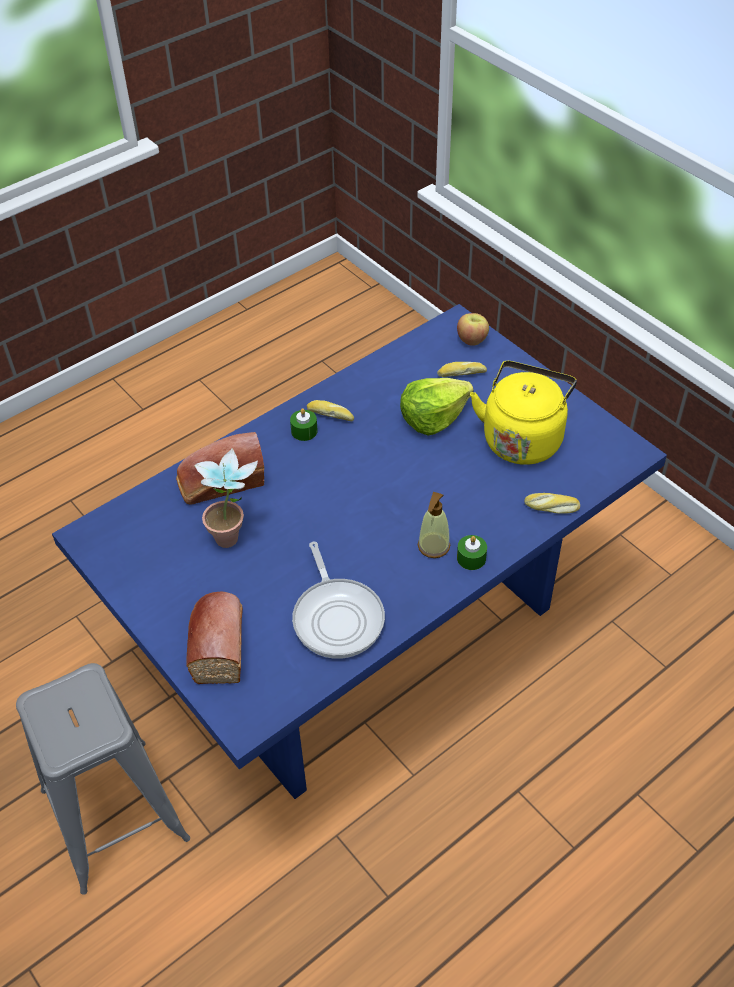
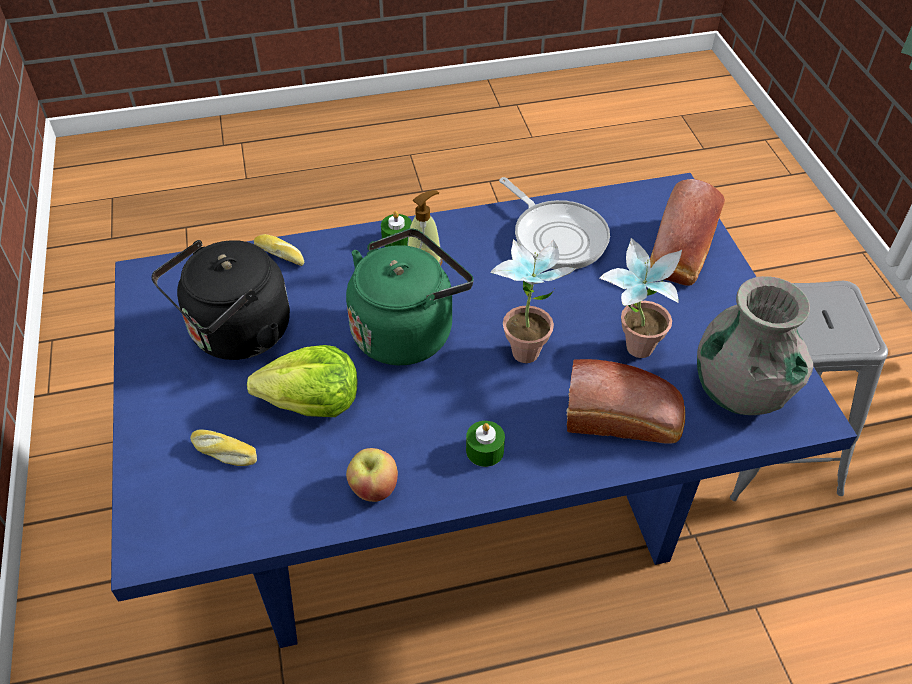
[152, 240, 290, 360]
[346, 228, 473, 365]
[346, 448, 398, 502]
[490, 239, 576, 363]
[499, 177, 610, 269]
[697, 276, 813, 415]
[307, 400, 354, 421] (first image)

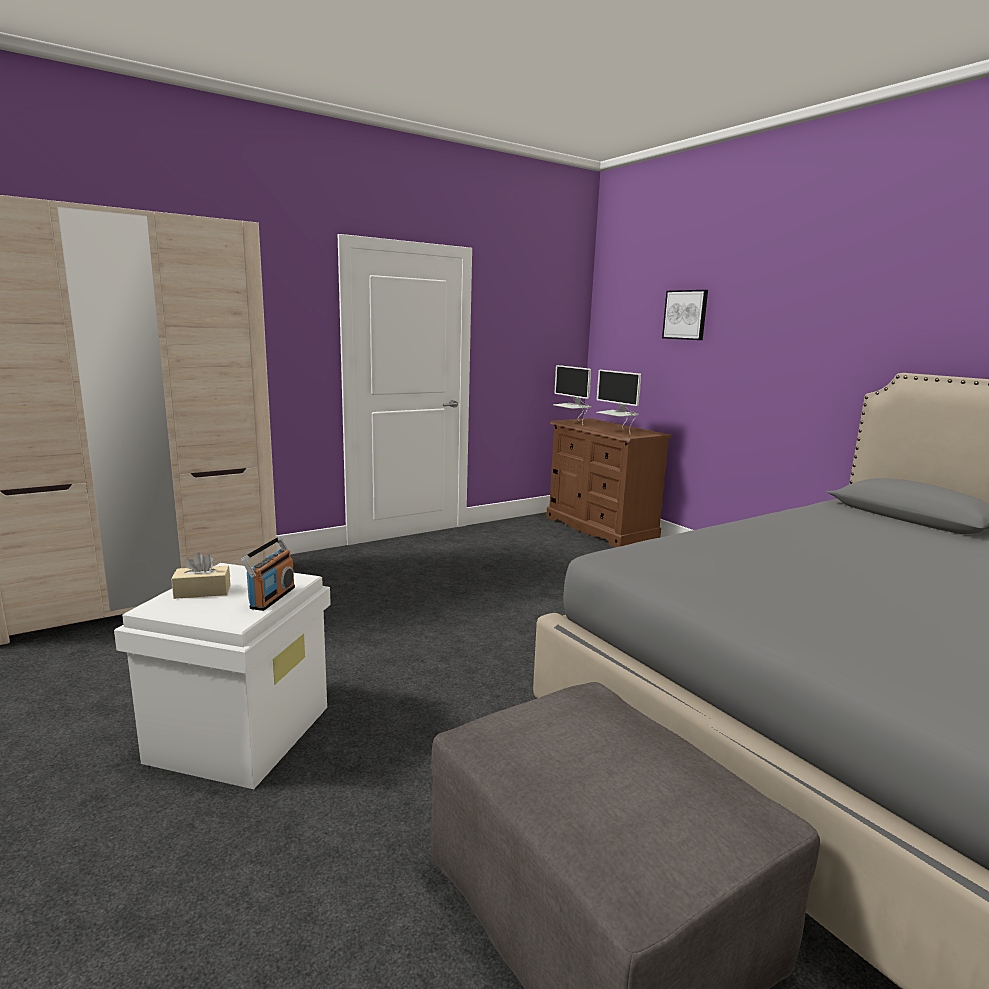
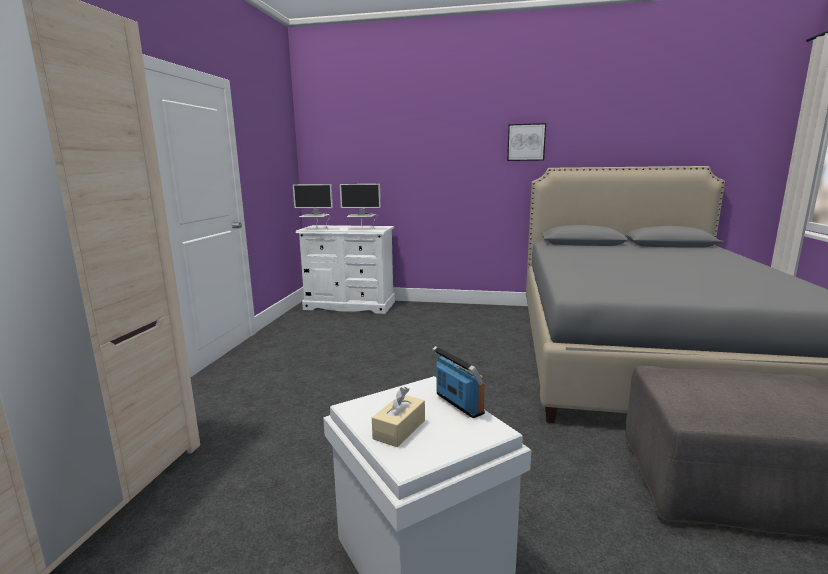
[296, 225, 395, 314]
[507, 123, 546, 161]

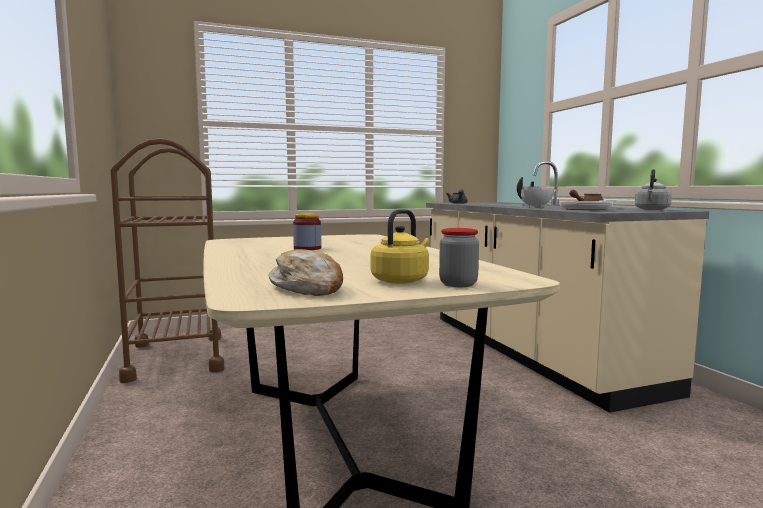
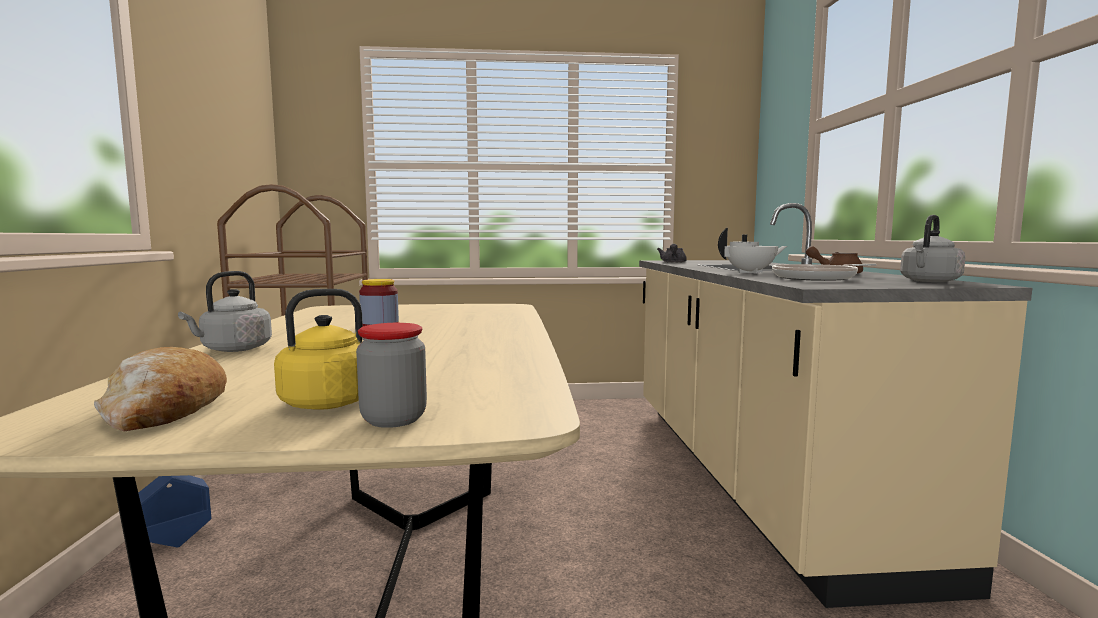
[139, 475, 211, 548]
[178, 271, 272, 352]

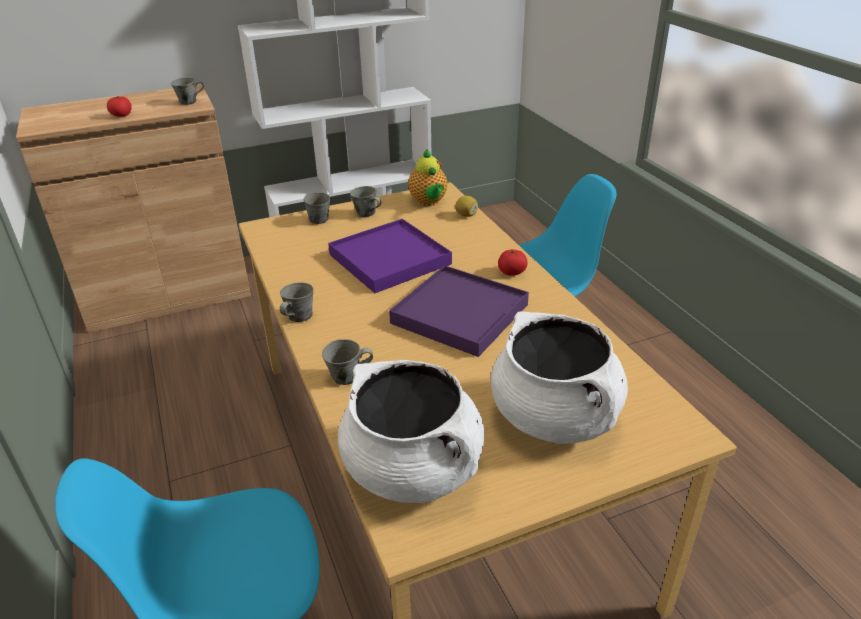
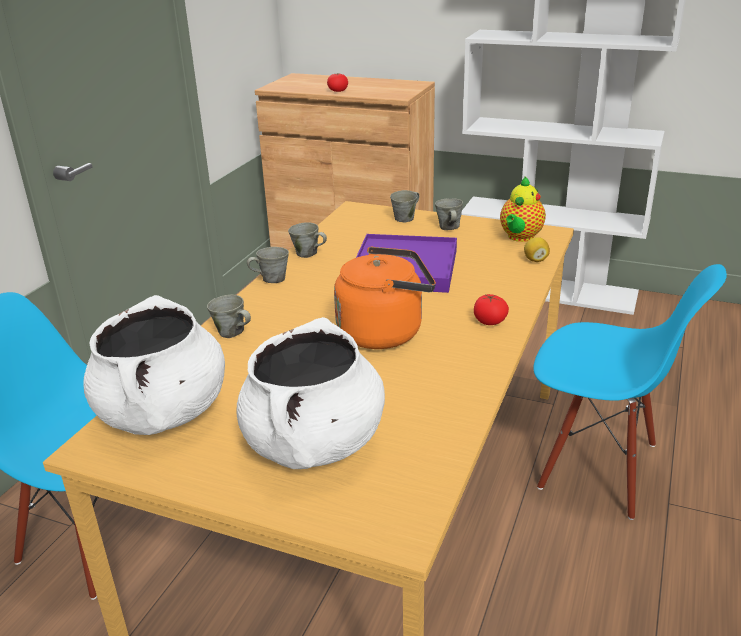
[288, 222, 327, 258]
[334, 246, 436, 349]

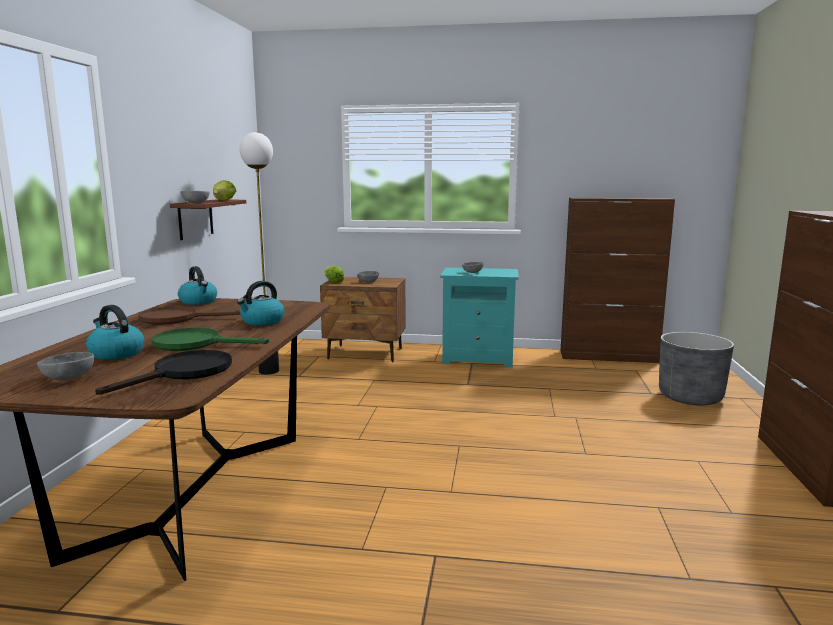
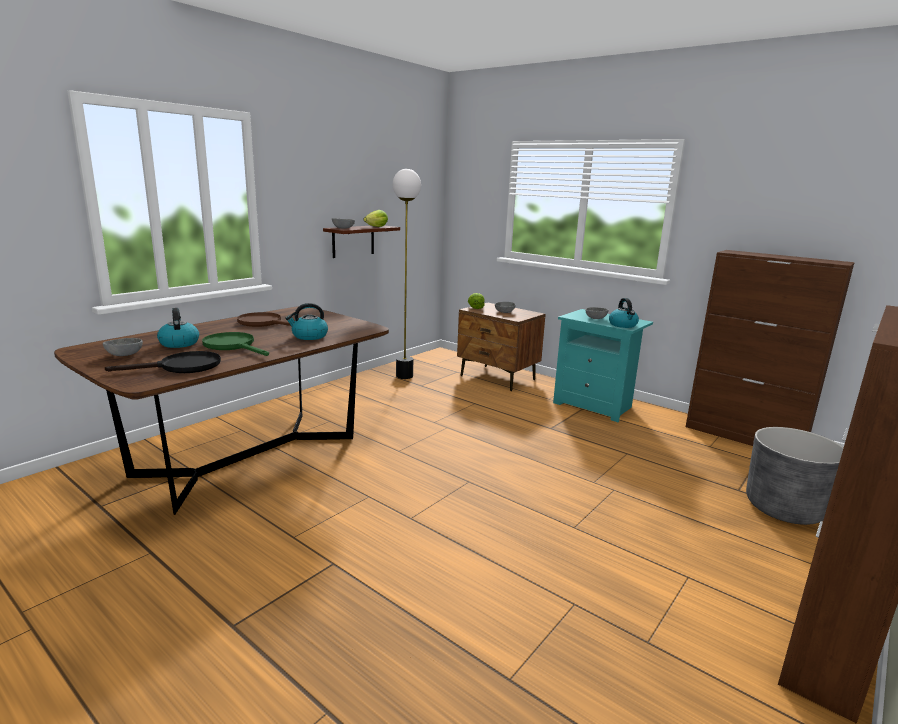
[609, 298, 639, 328]

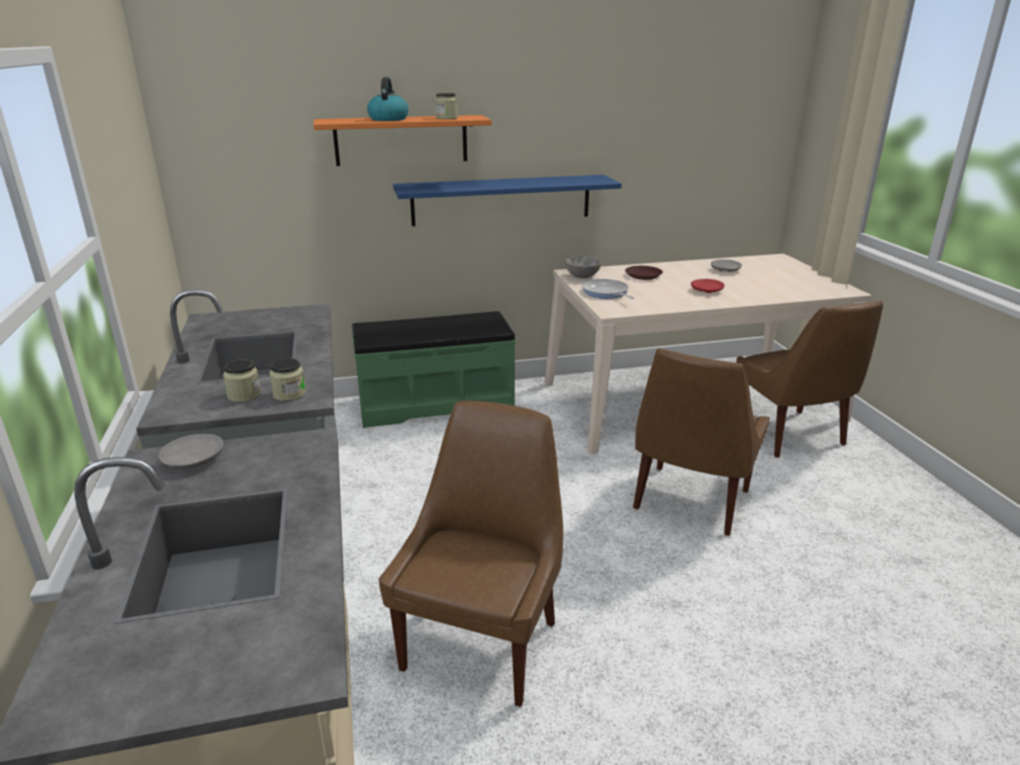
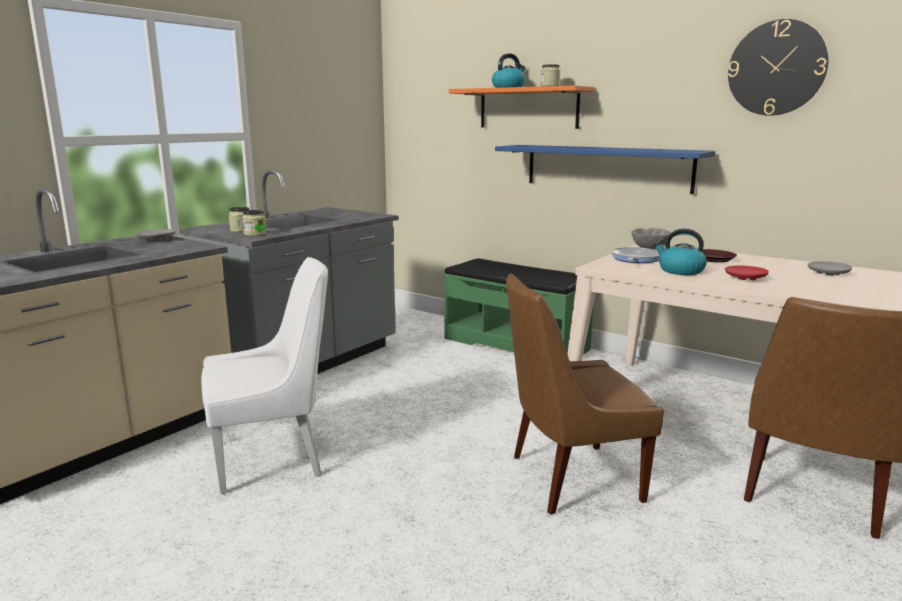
[201, 257, 328, 494]
[654, 229, 707, 275]
[728, 19, 829, 116]

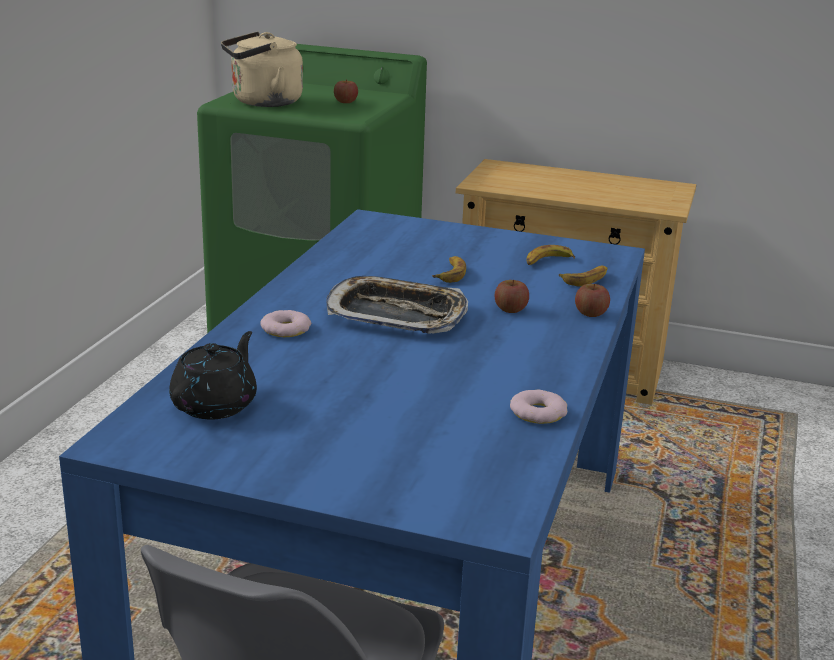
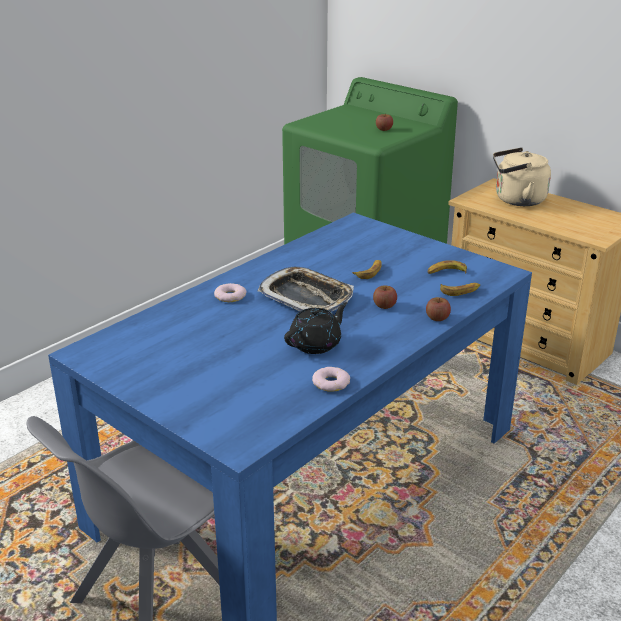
[284, 302, 348, 354]
[493, 147, 551, 206]

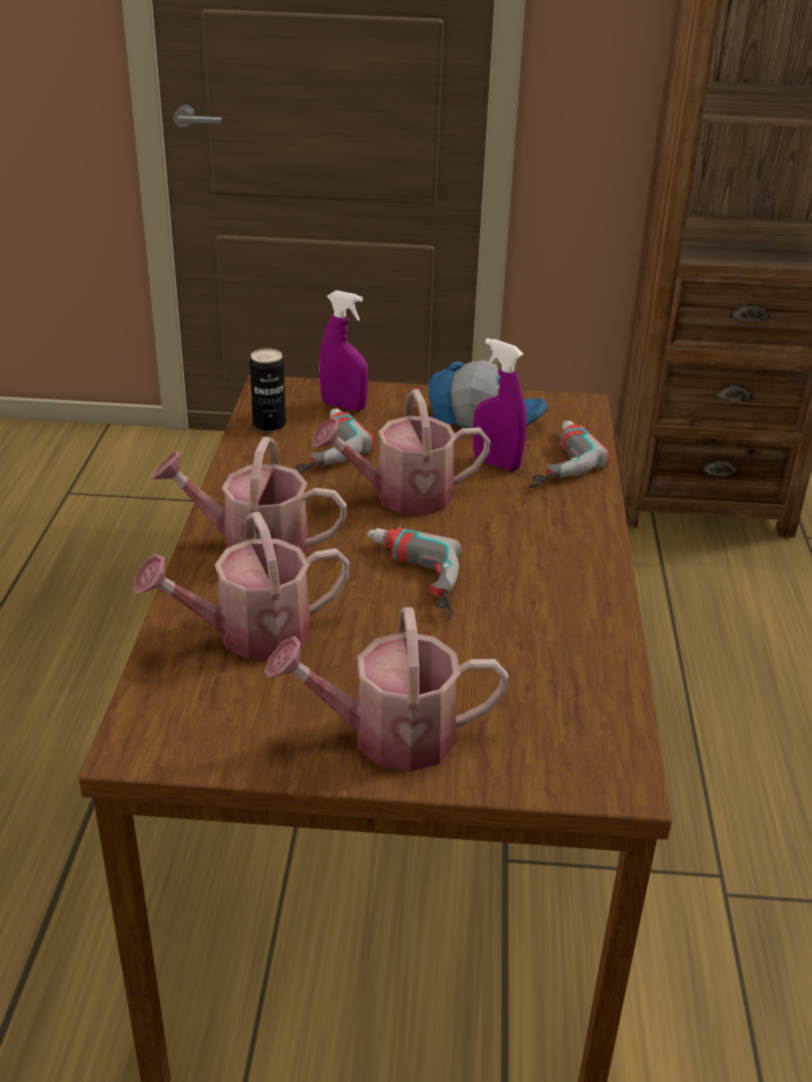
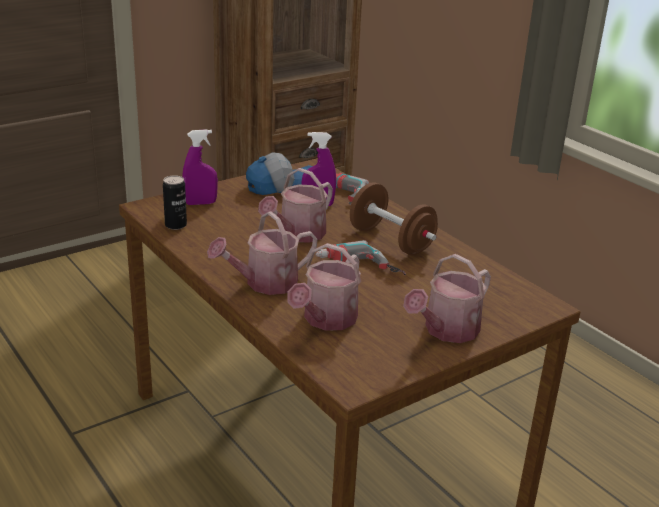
[350, 182, 438, 256]
[295, 408, 374, 474] (first image)

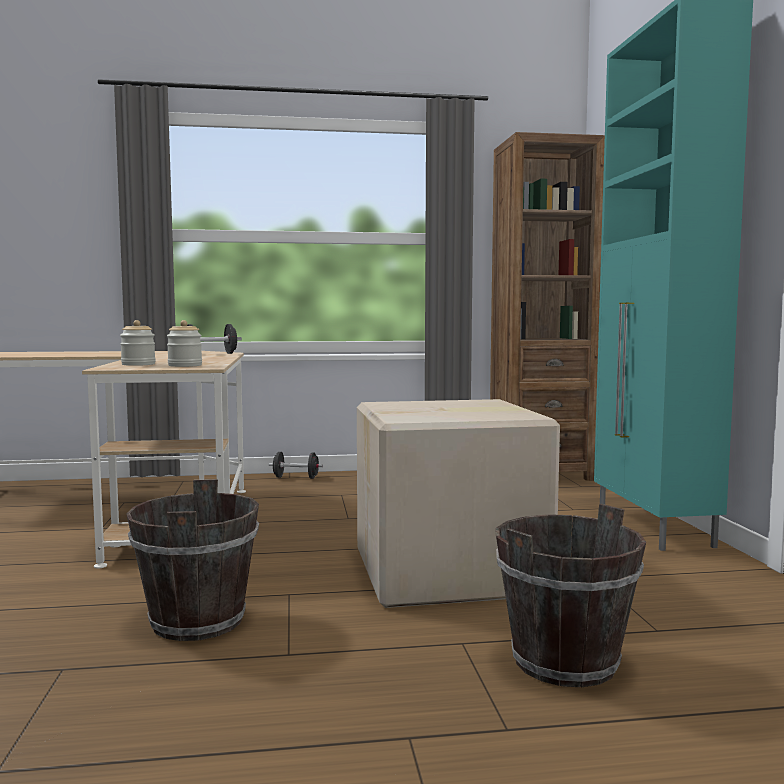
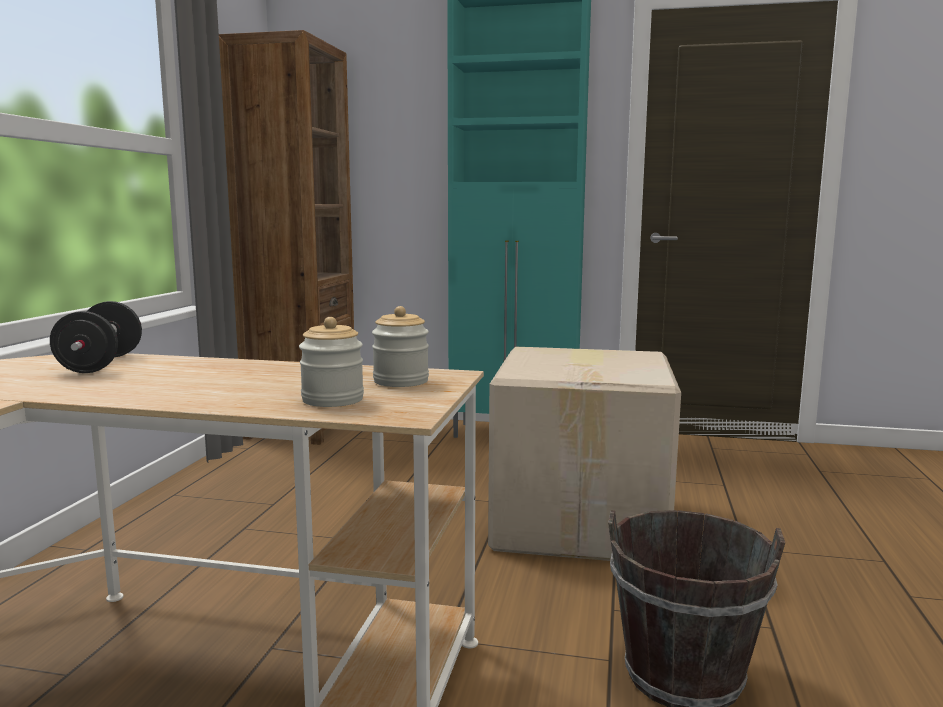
[269, 452, 323, 479] (first image)
[495, 504, 646, 687] (first image)

